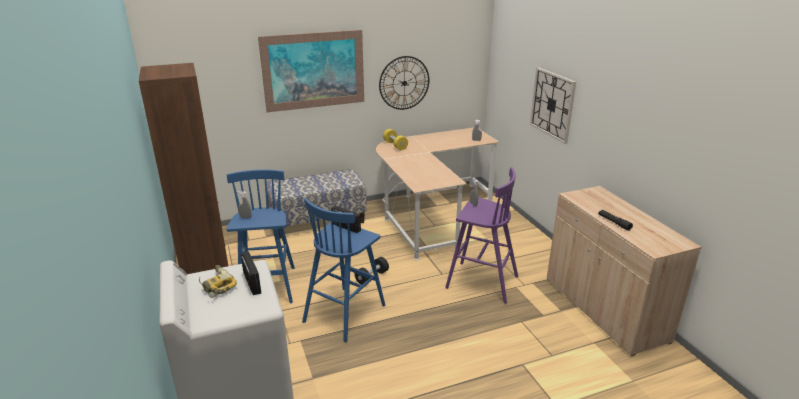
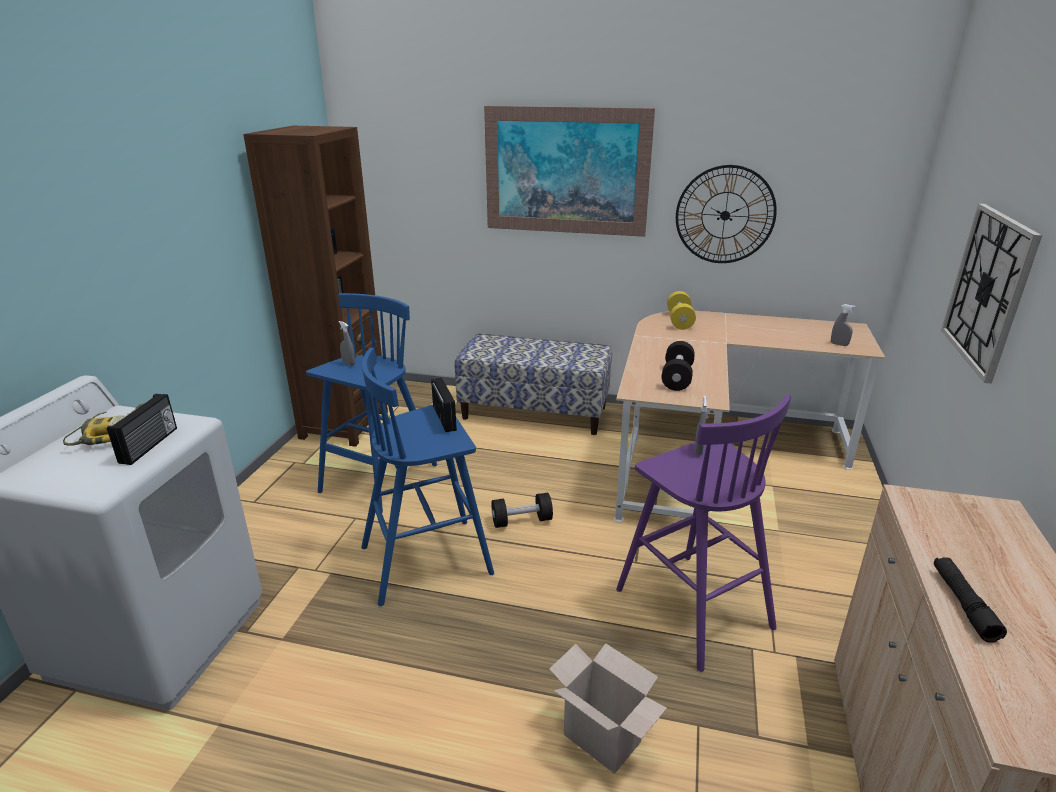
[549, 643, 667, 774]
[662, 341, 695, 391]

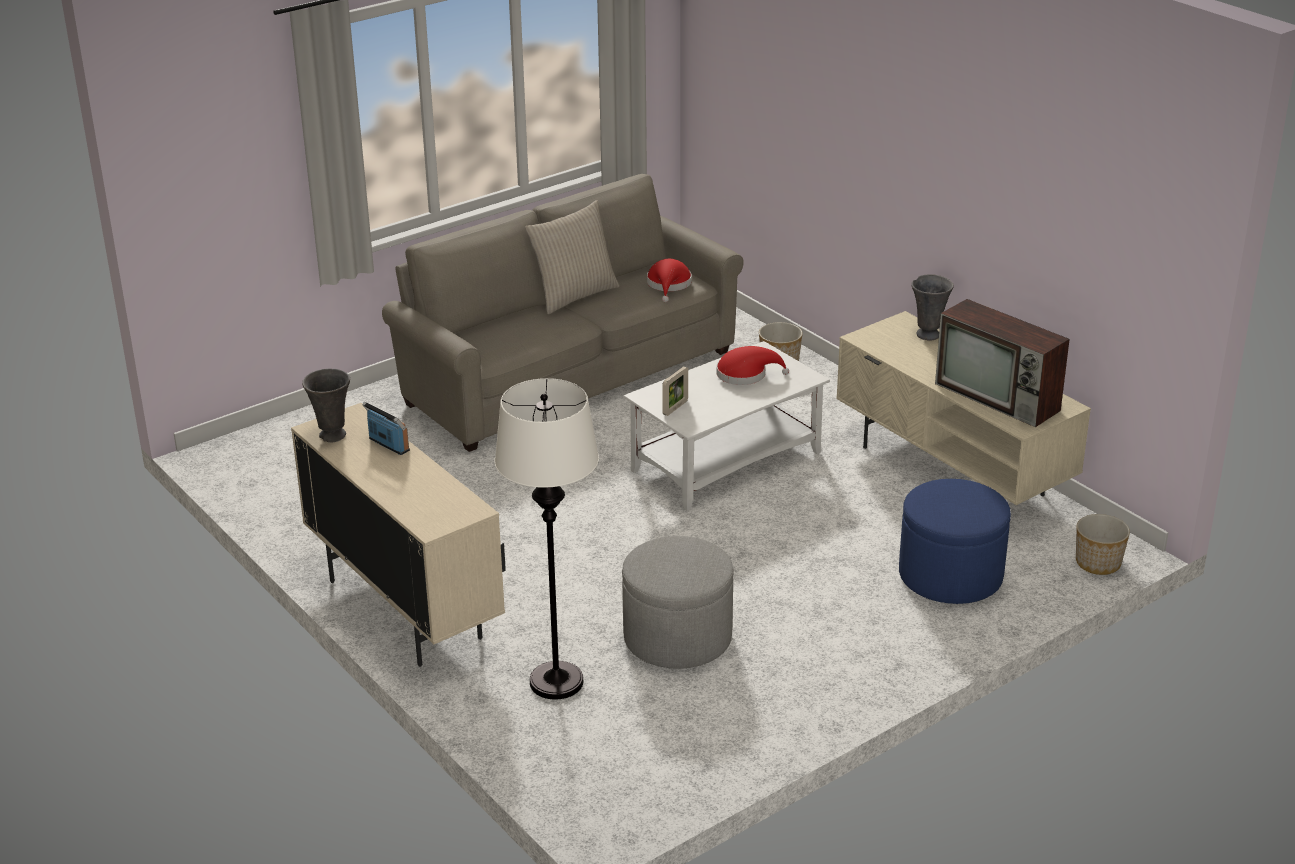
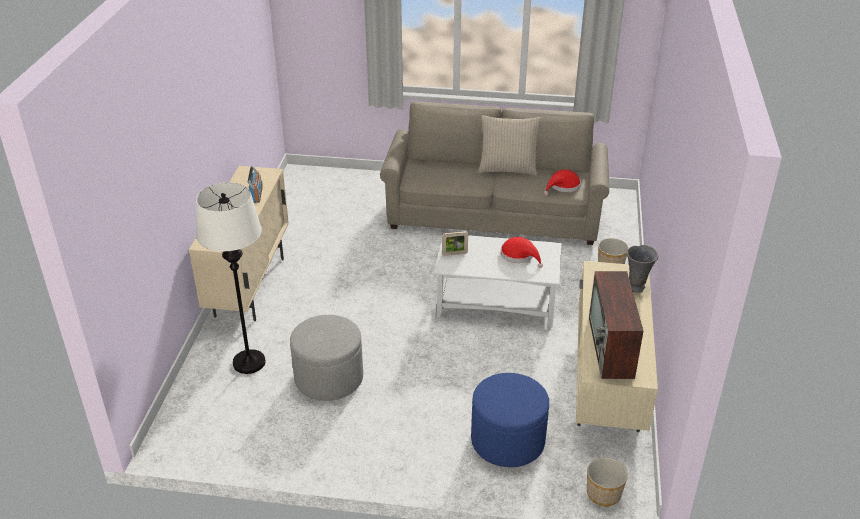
[302, 368, 350, 443] (first image)

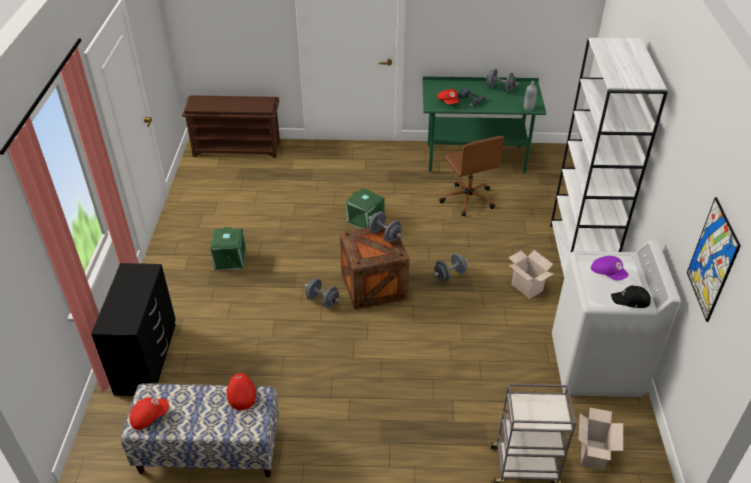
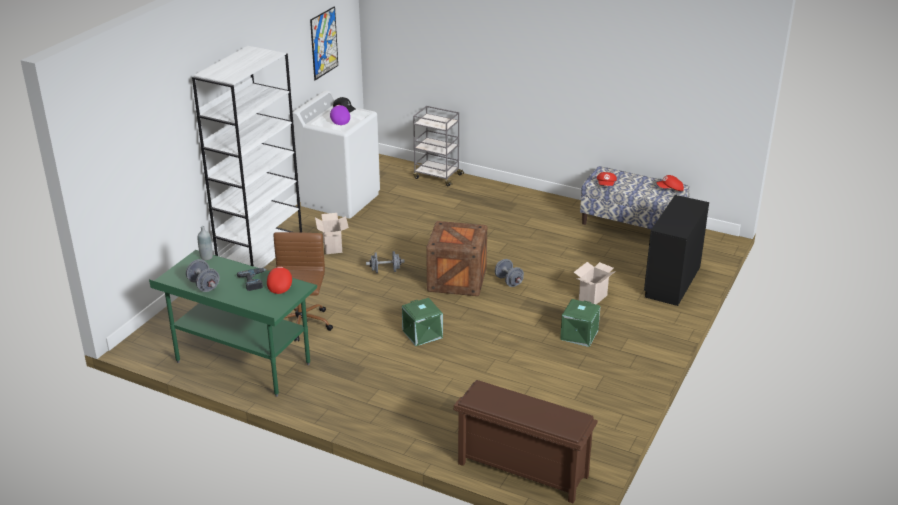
[574, 262, 616, 305]
[368, 212, 402, 242] (first image)

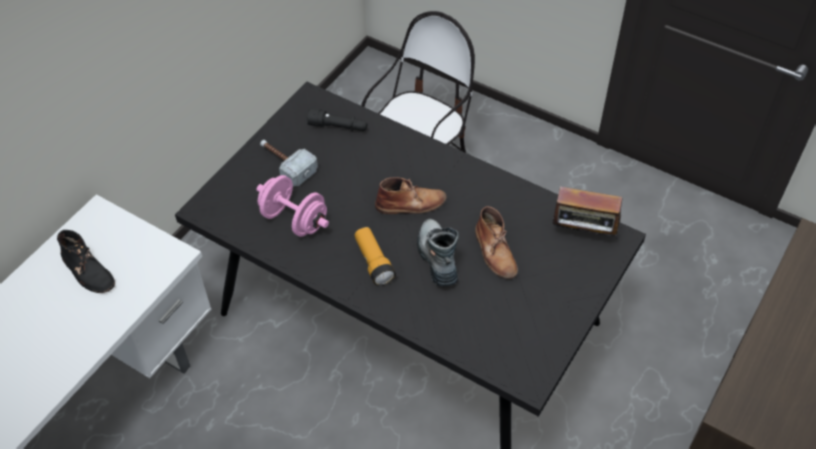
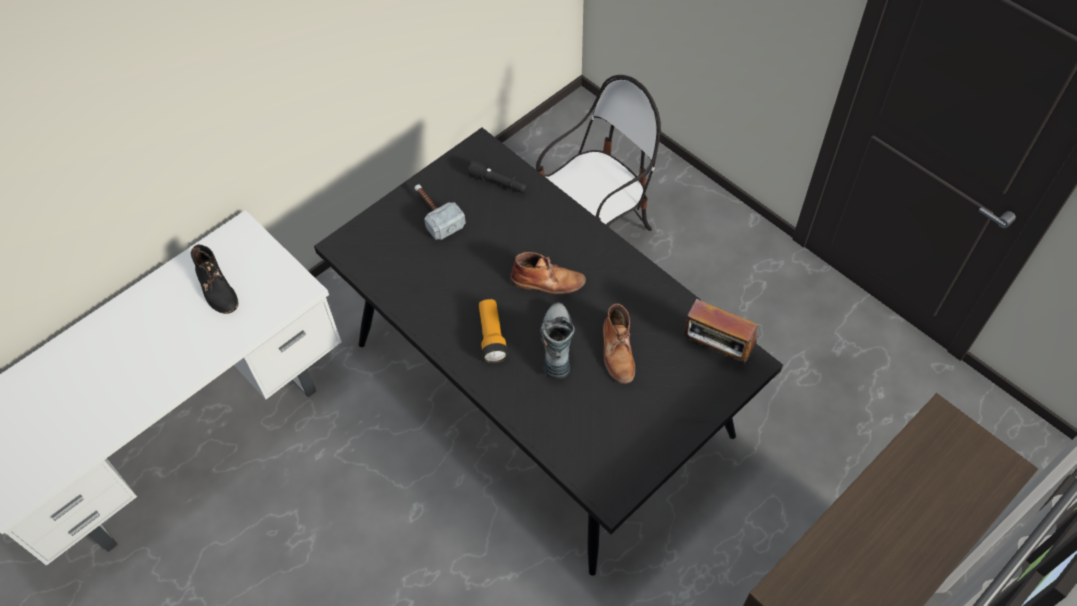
[257, 175, 329, 237] (first image)

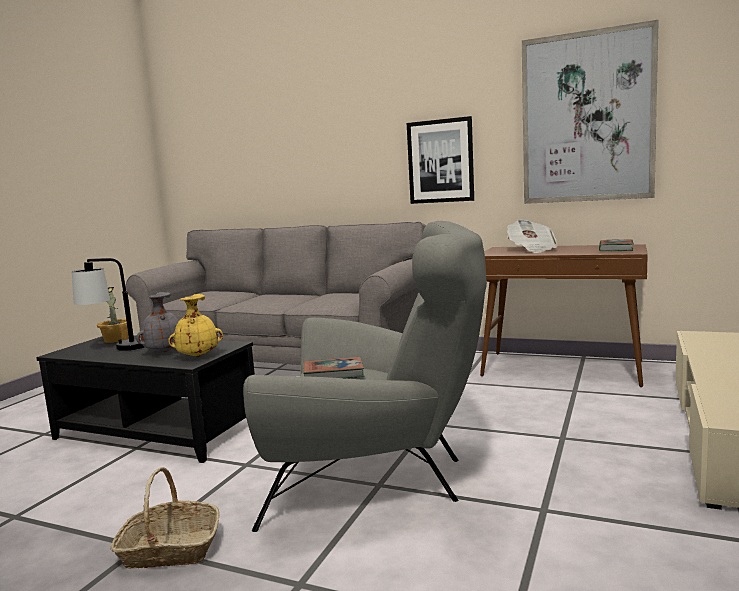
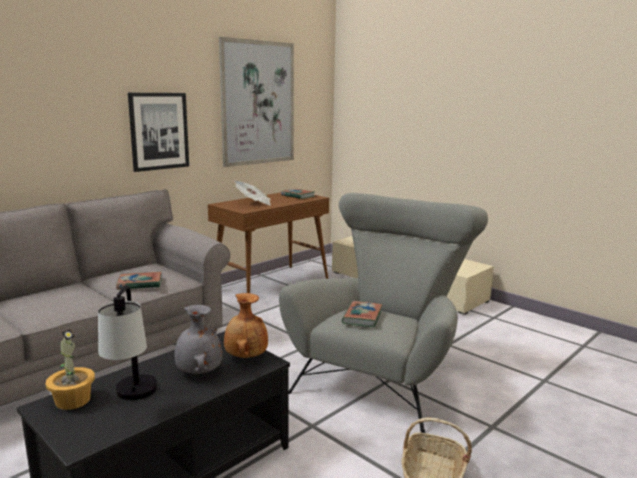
[116, 272, 162, 290]
[224, 293, 268, 358]

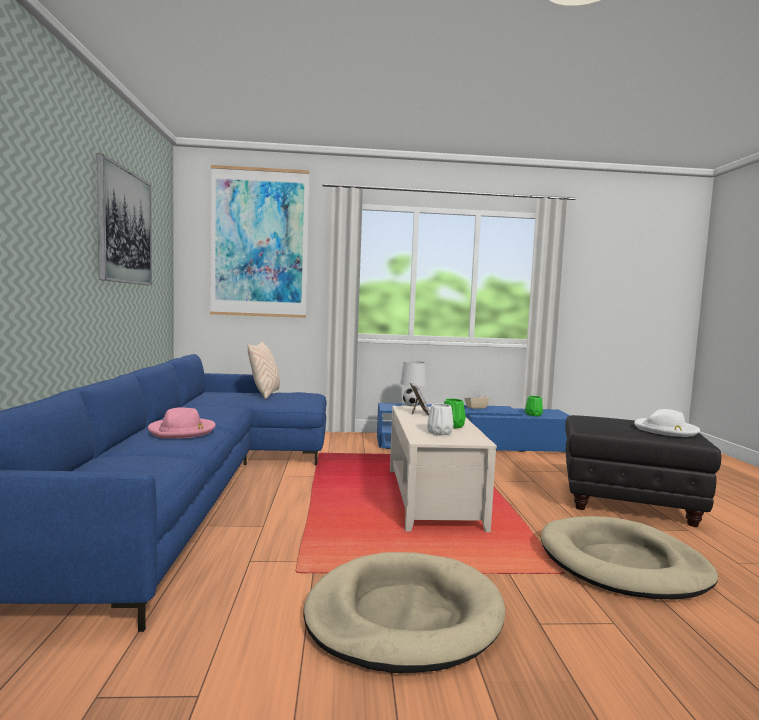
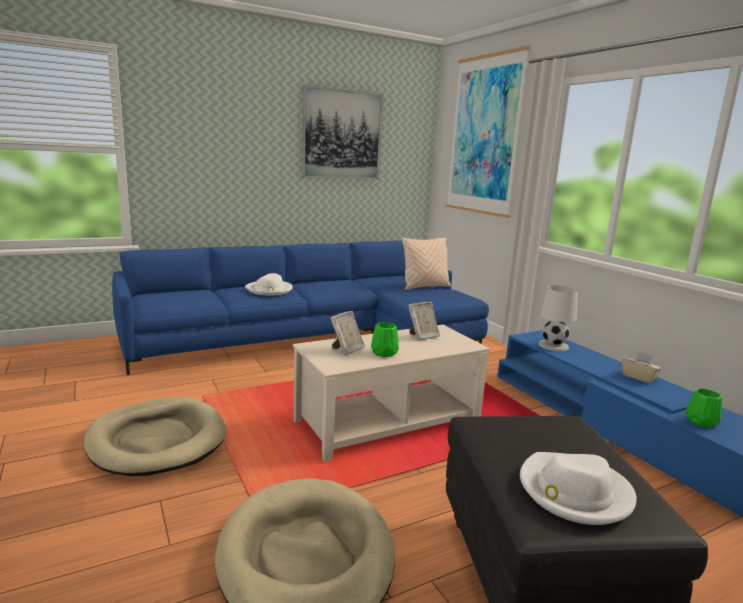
[245, 273, 293, 296]
[330, 311, 365, 355]

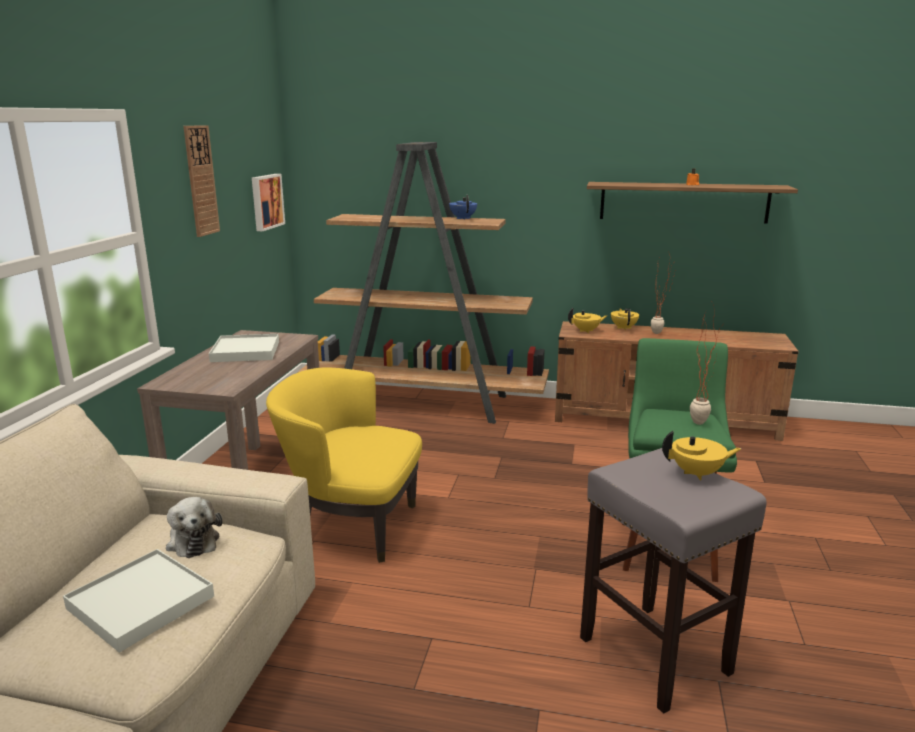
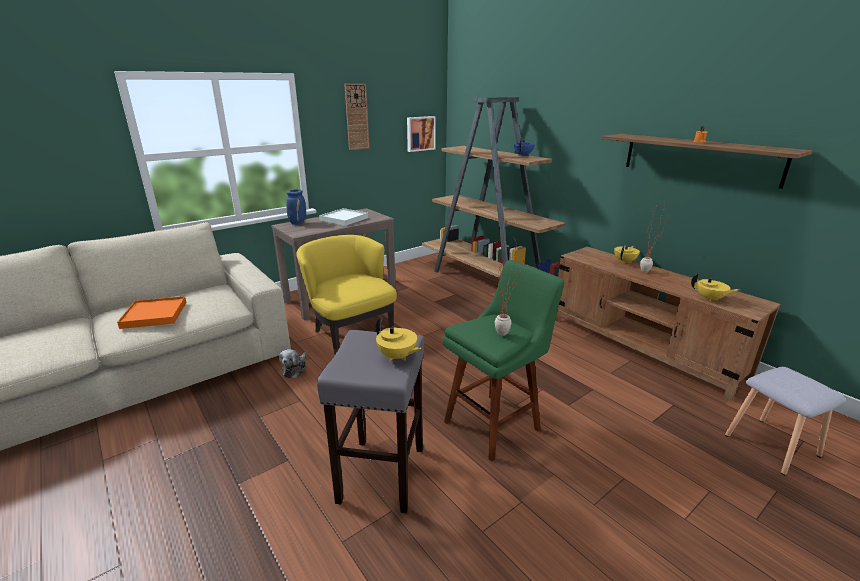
[117, 296, 187, 329]
[279, 349, 306, 378]
[286, 189, 306, 225]
[691, 273, 740, 301]
[725, 367, 846, 475]

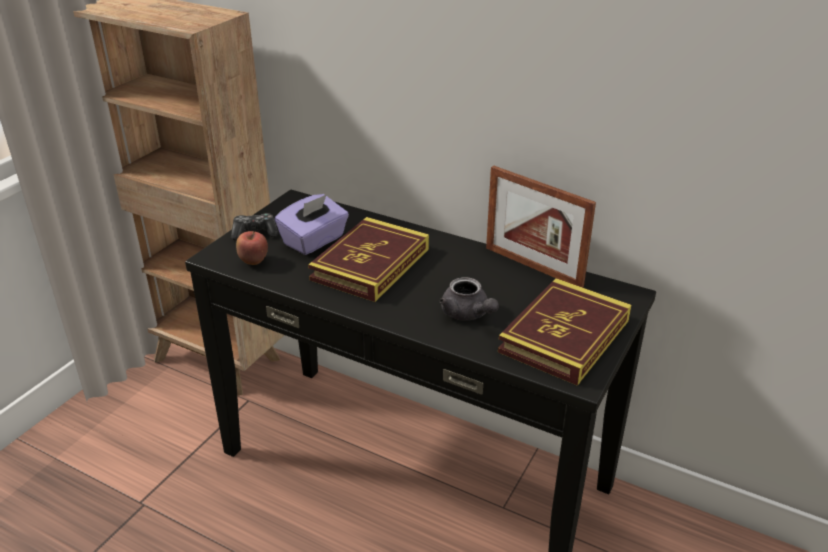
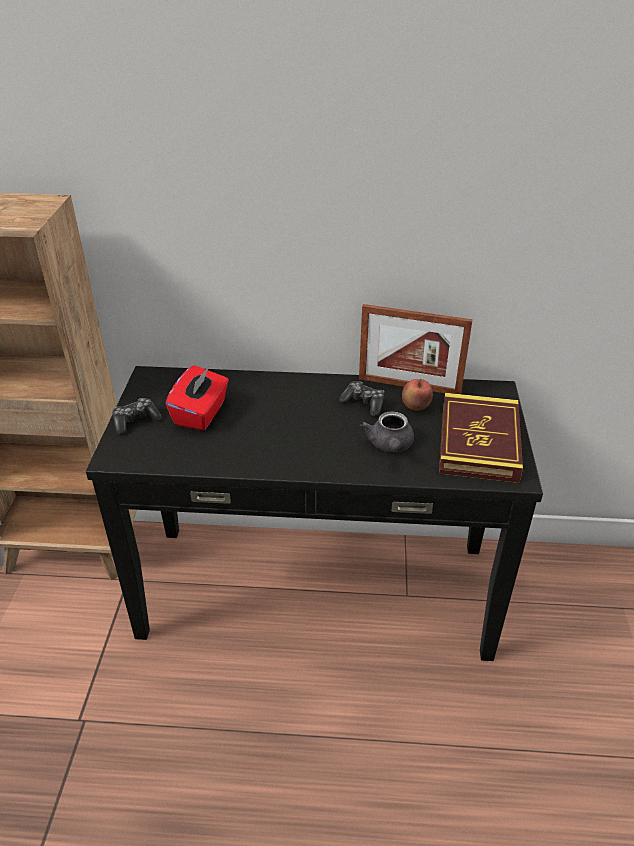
[166, 365, 229, 431]
[339, 381, 385, 417]
[361, 411, 414, 452]
[402, 379, 433, 411]
[308, 217, 429, 302] (first image)

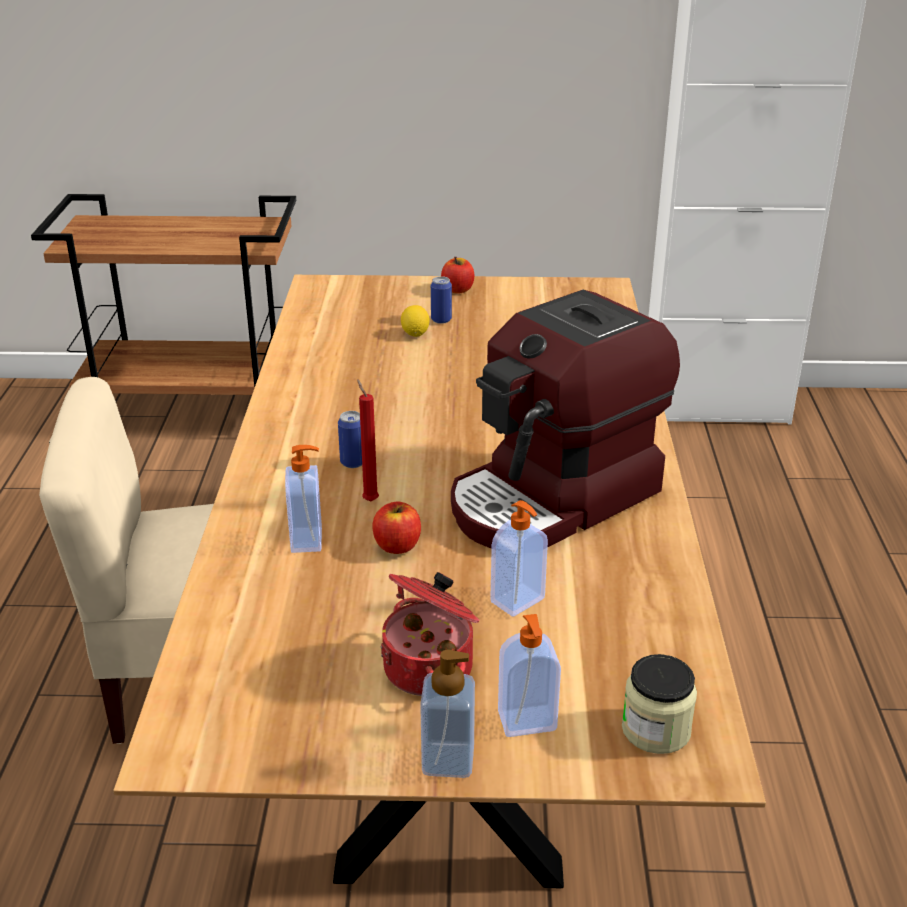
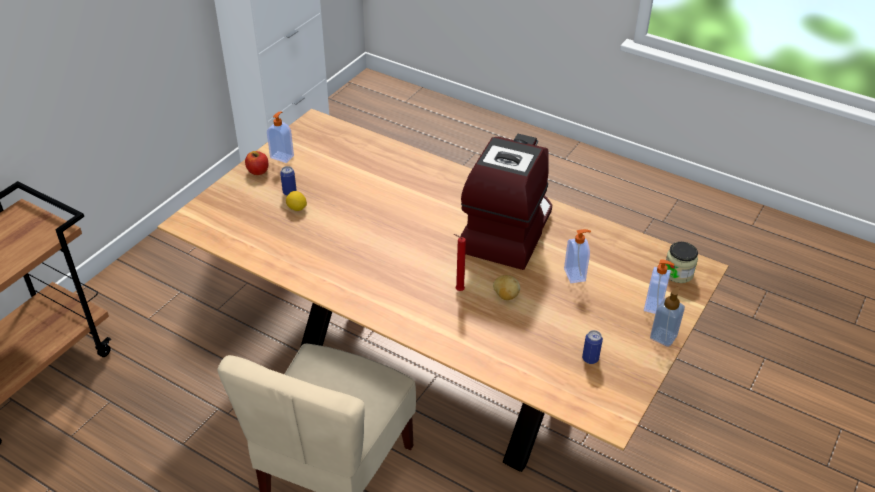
[267, 111, 294, 163]
[461, 134, 552, 270]
[493, 275, 520, 300]
[582, 330, 603, 364]
[381, 572, 479, 696] (first image)

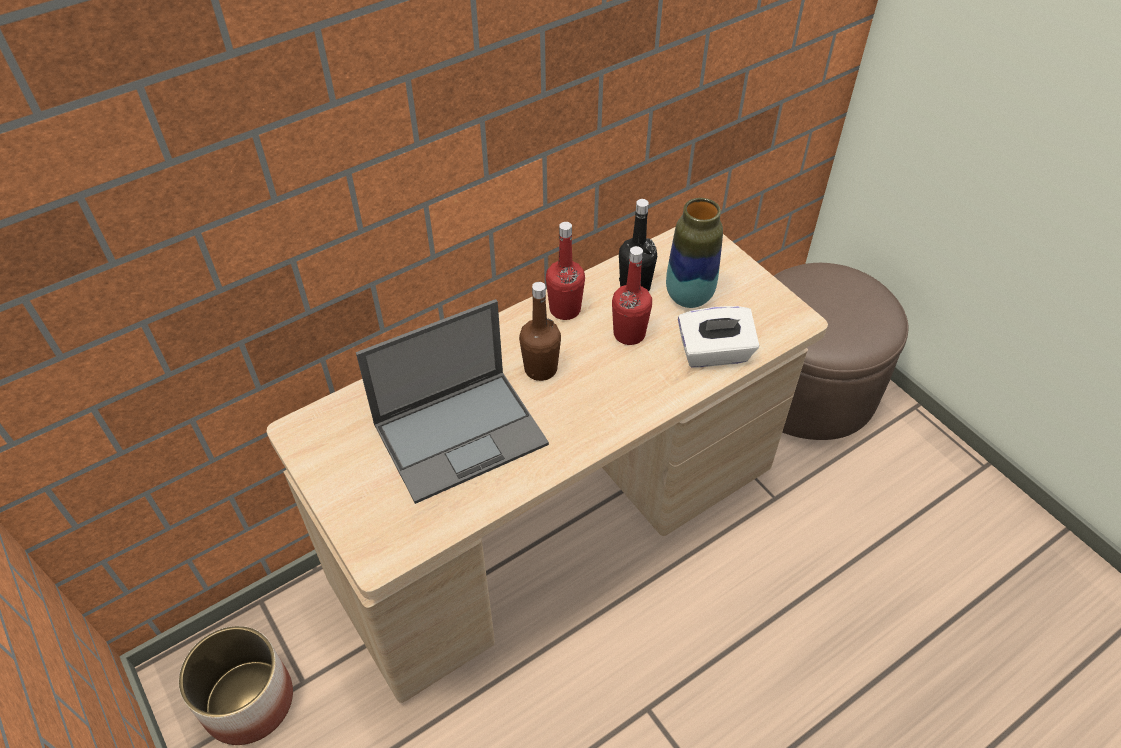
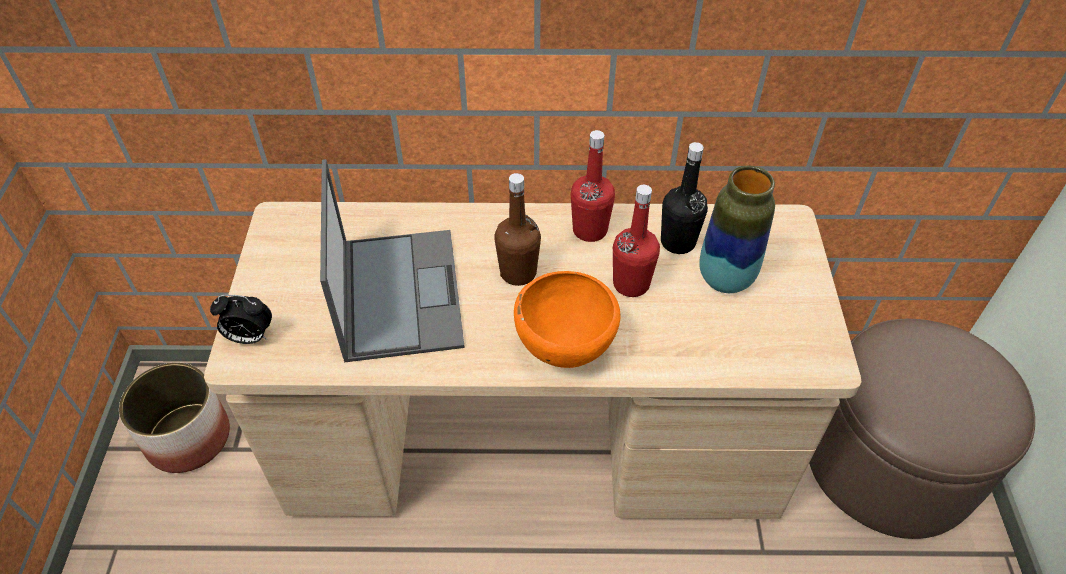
[210, 295, 272, 344]
[320, 159, 465, 362]
[514, 271, 621, 368]
[678, 306, 759, 368] (first image)

